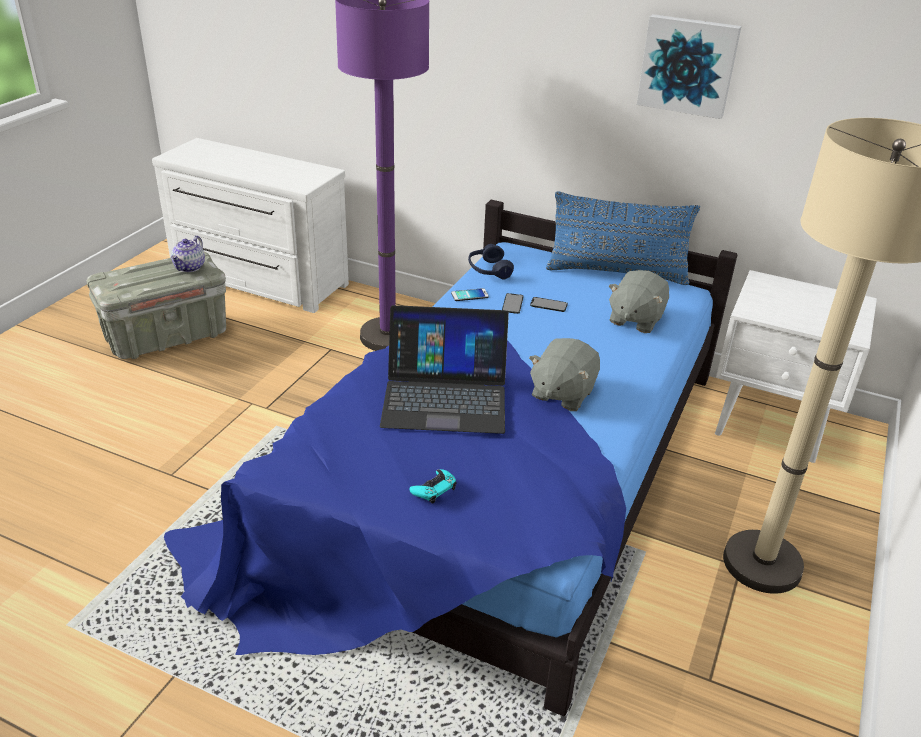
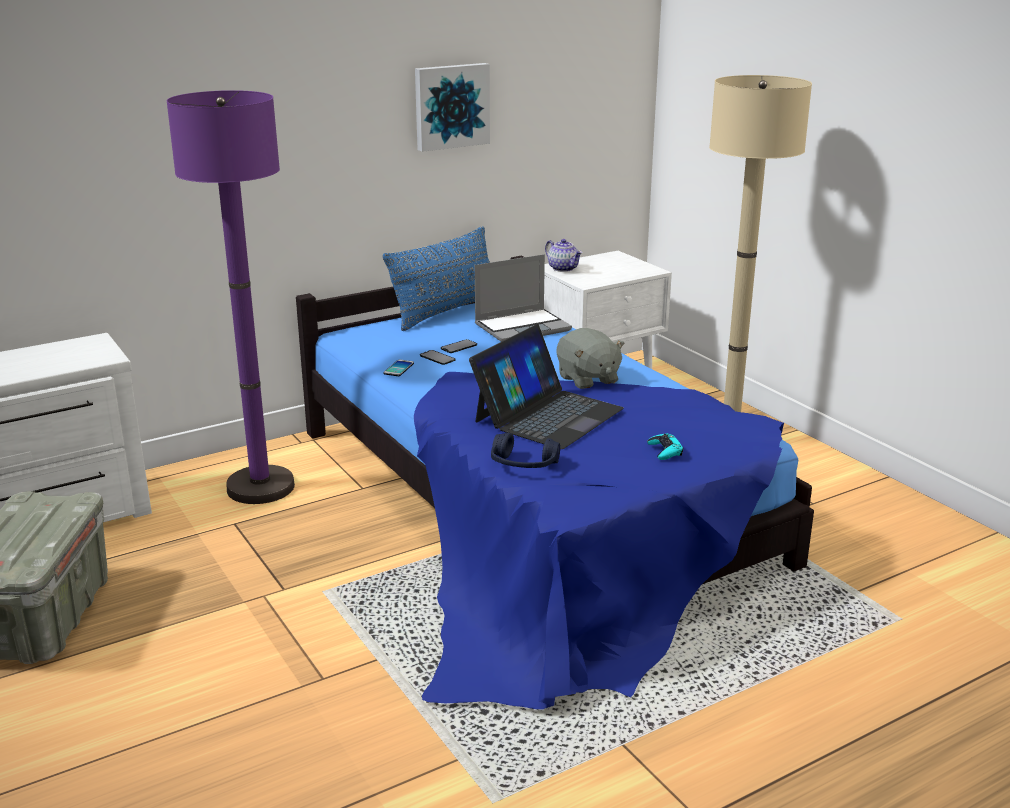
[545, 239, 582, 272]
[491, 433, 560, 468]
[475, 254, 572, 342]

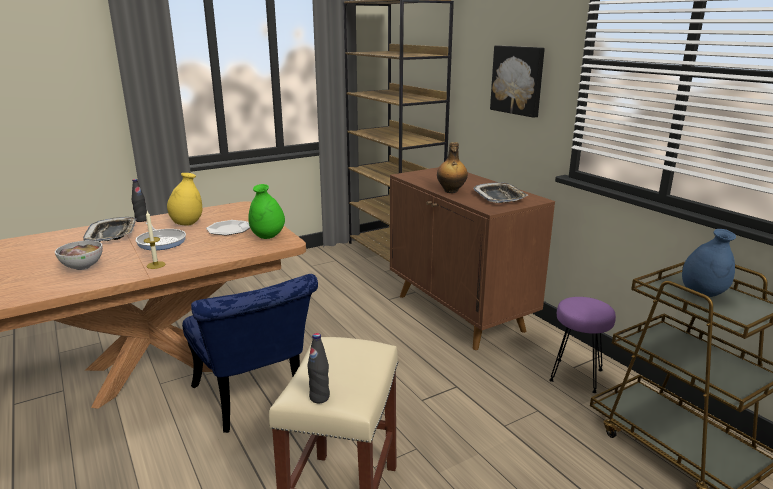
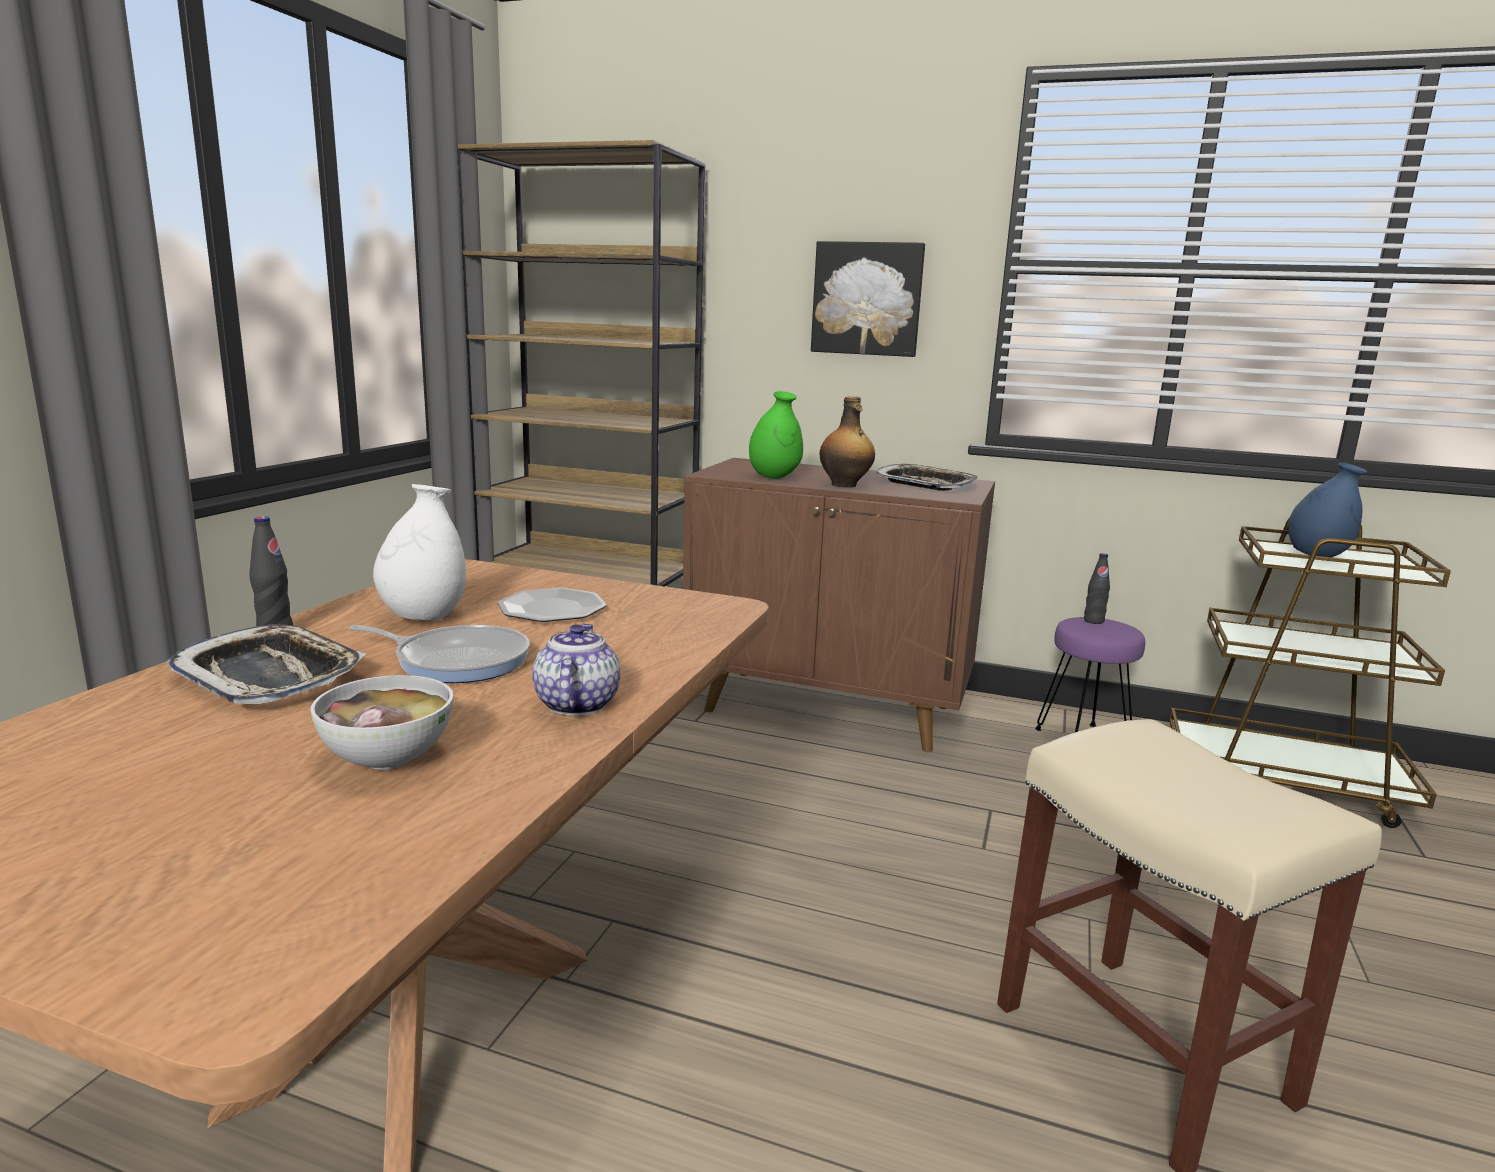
[182, 274, 318, 433] (first image)
[749, 391, 803, 479]
[1084, 553, 1110, 624]
[532, 624, 620, 716]
[373, 484, 466, 621]

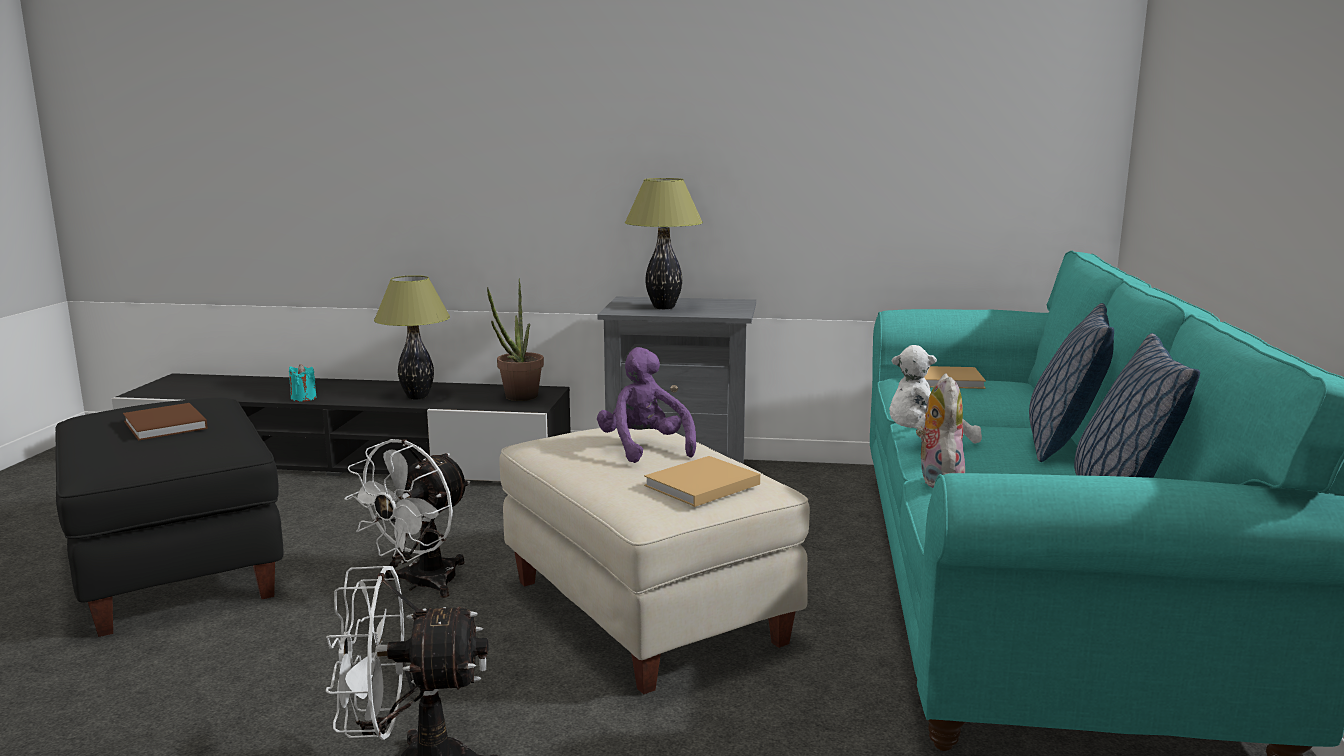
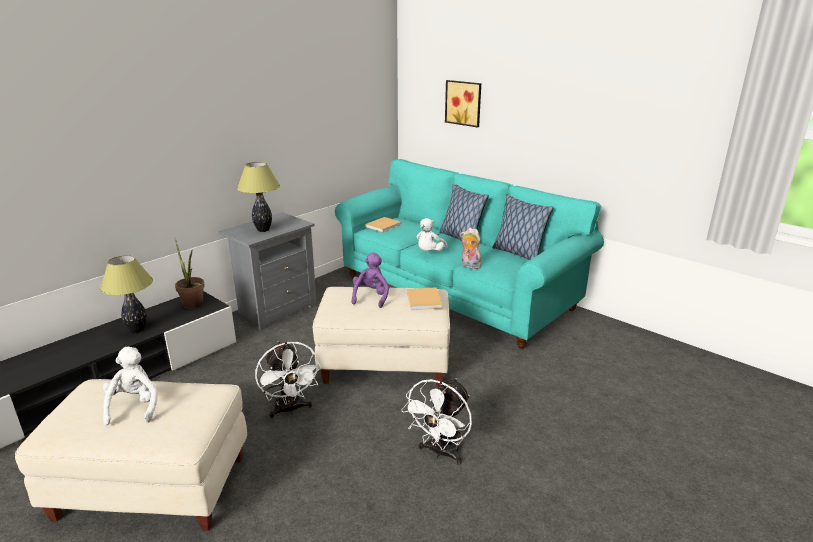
[289, 364, 317, 402] (first image)
[445, 80, 481, 128]
[103, 347, 158, 425]
[15, 379, 247, 531]
[352, 252, 389, 308]

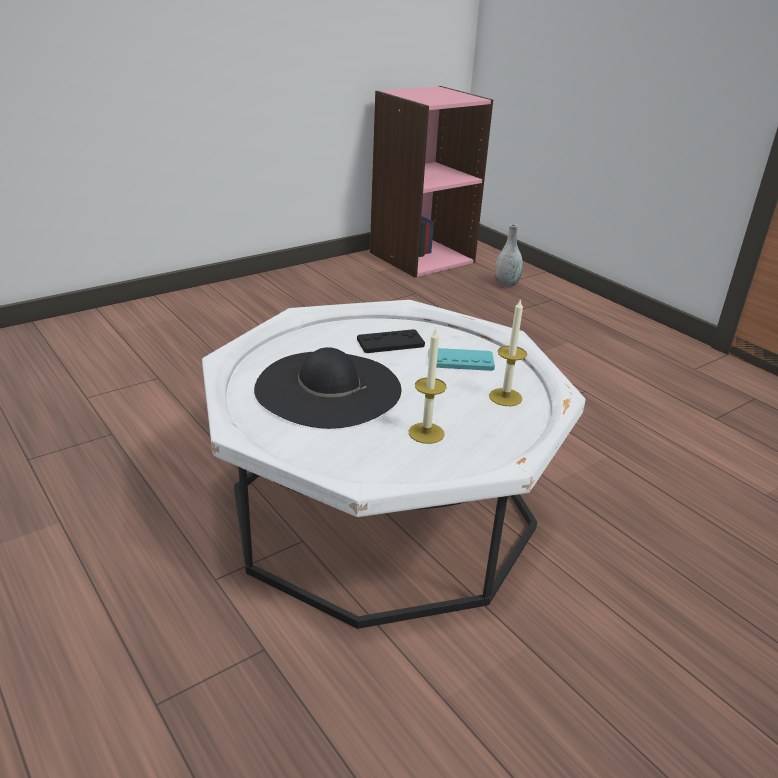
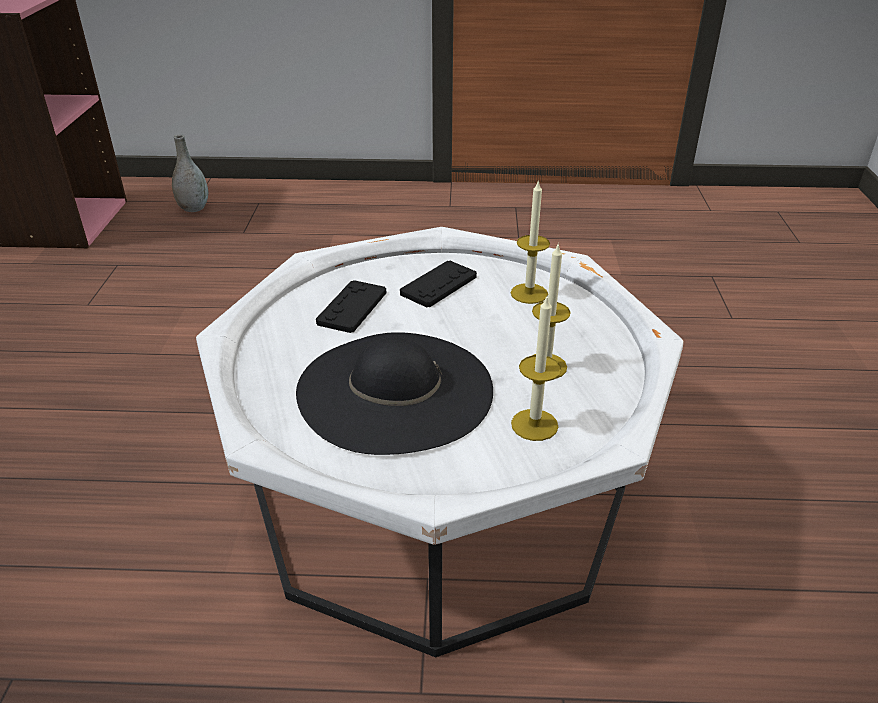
[511, 297, 562, 441]
[400, 261, 477, 308]

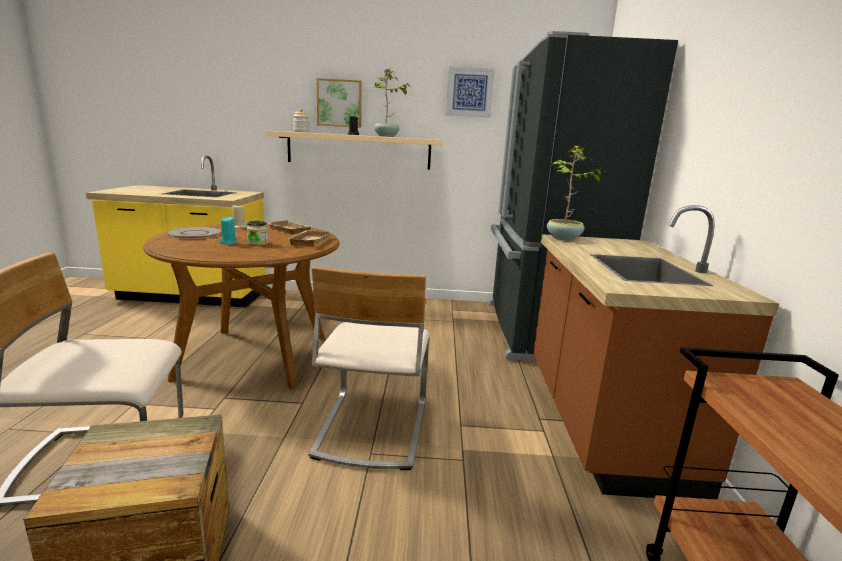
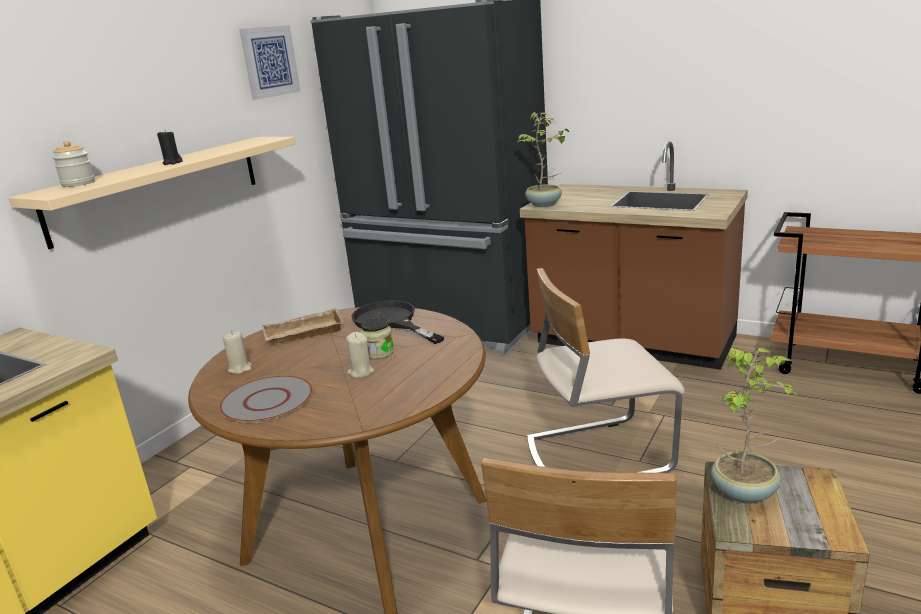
[317, 78, 362, 128] (first image)
[711, 347, 798, 504]
[351, 300, 444, 344]
[346, 332, 375, 378]
[527, 268, 685, 473]

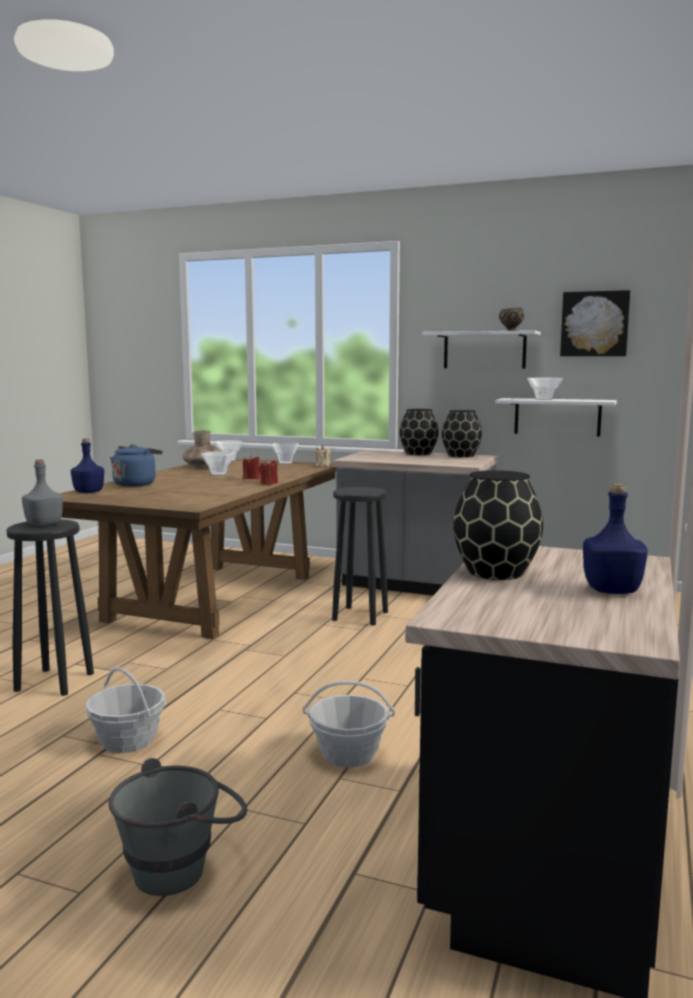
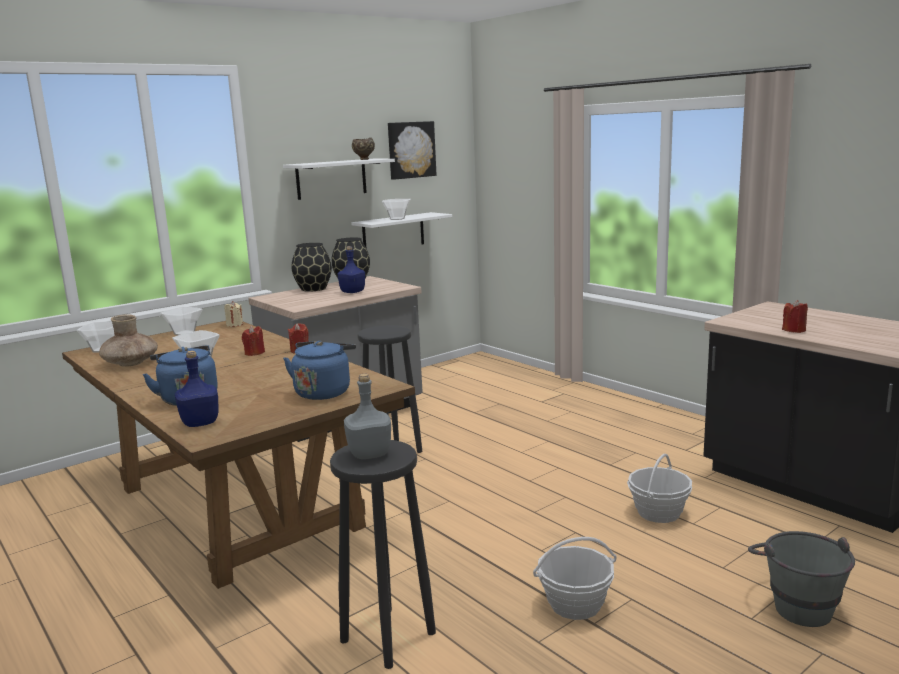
[283, 341, 356, 400]
[338, 246, 365, 293]
[782, 300, 808, 333]

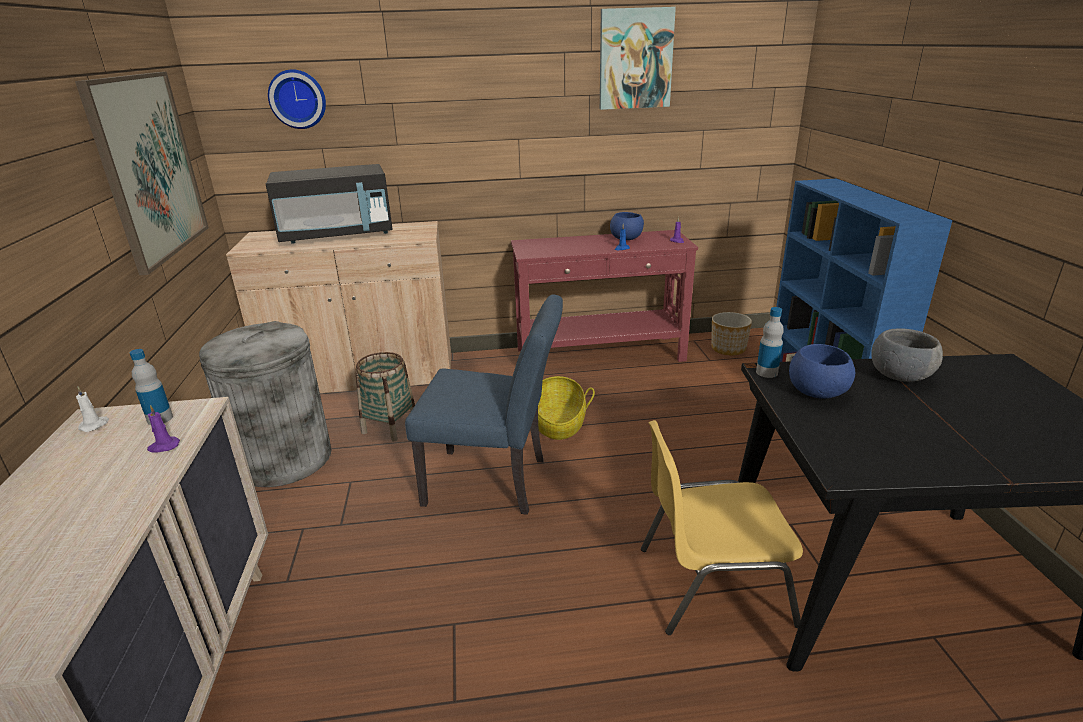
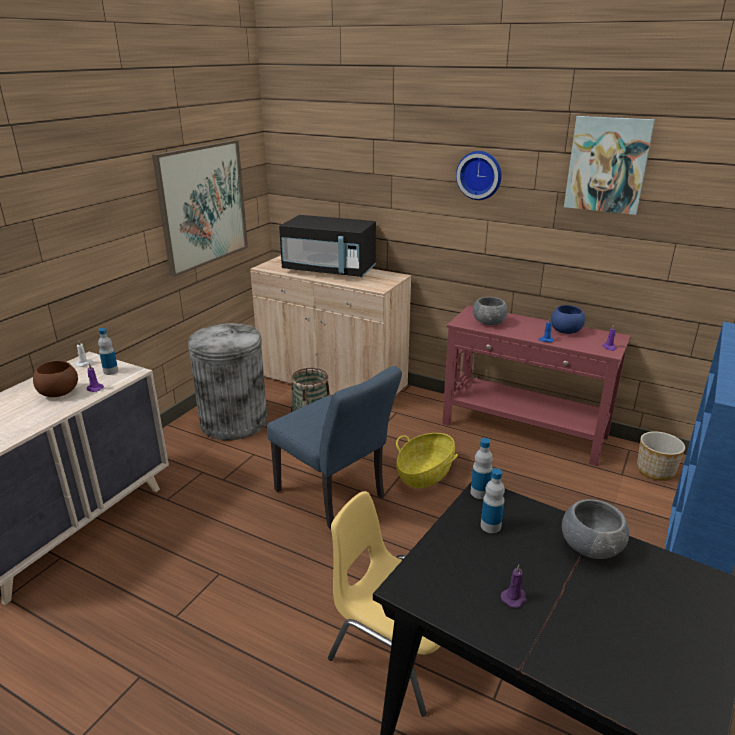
[33, 361, 78, 397]
[473, 297, 508, 325]
[501, 564, 527, 608]
[456, 151, 502, 200]
[481, 468, 505, 533]

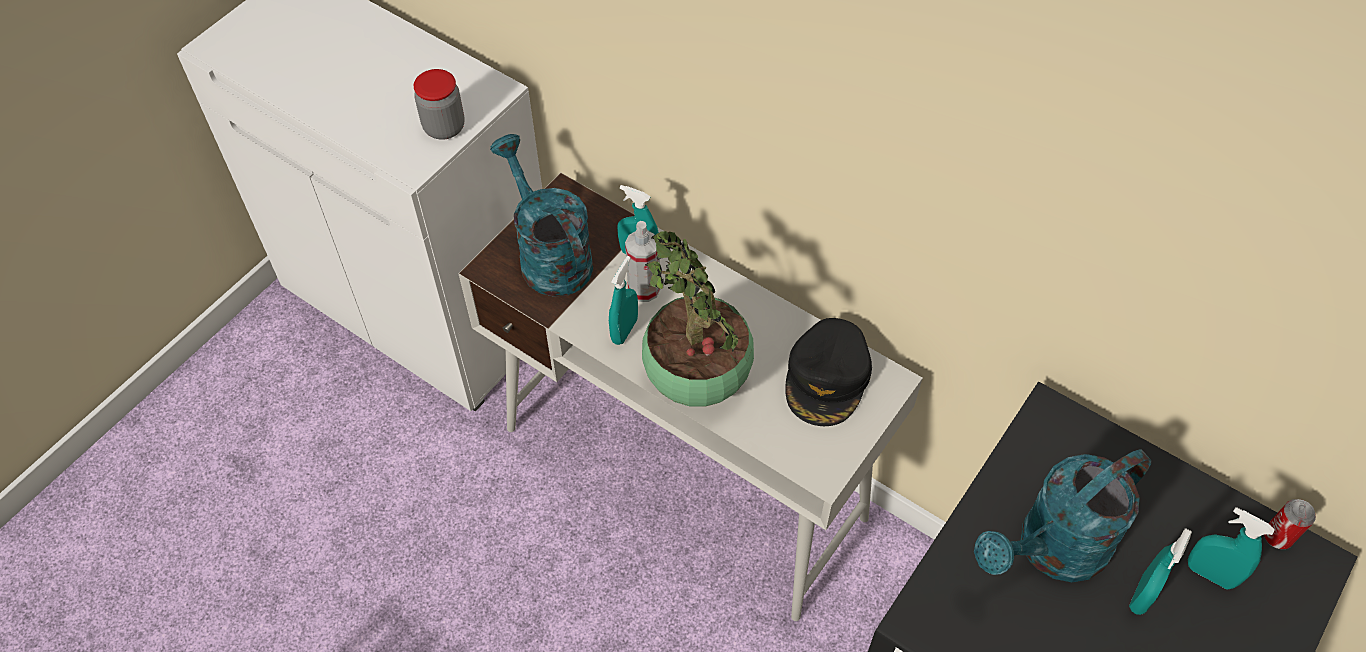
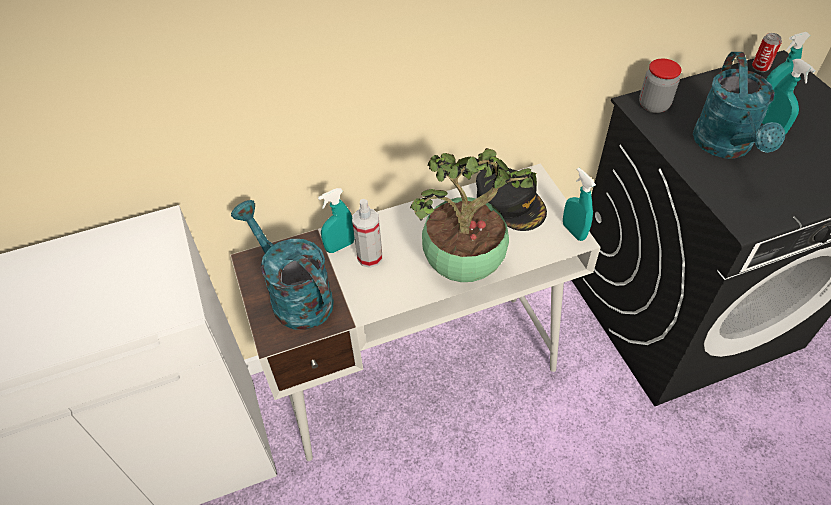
[639, 59, 682, 113]
[563, 168, 596, 241]
[231, 200, 334, 330]

